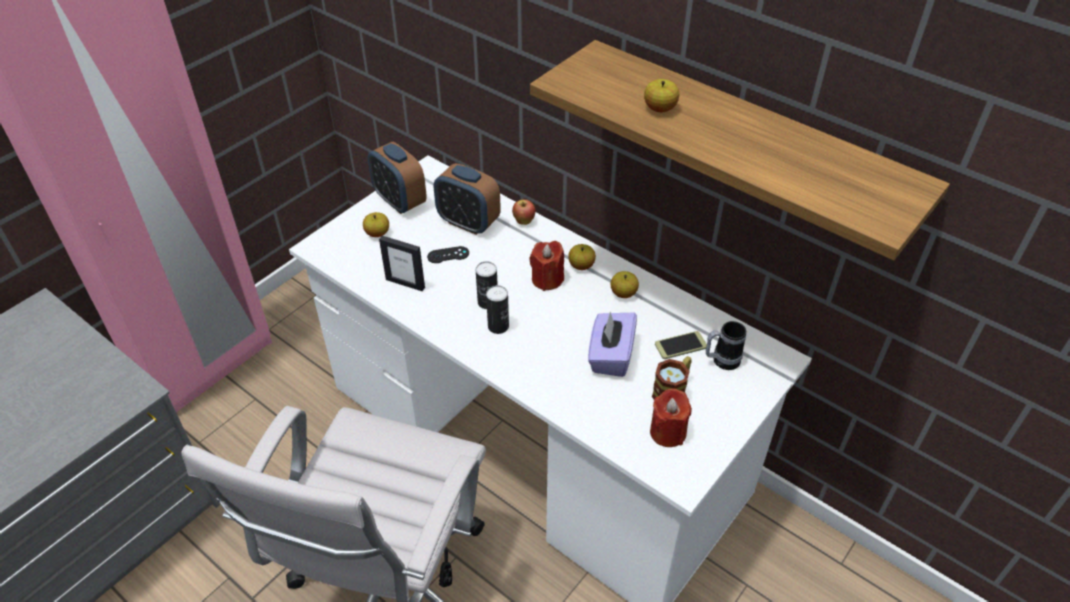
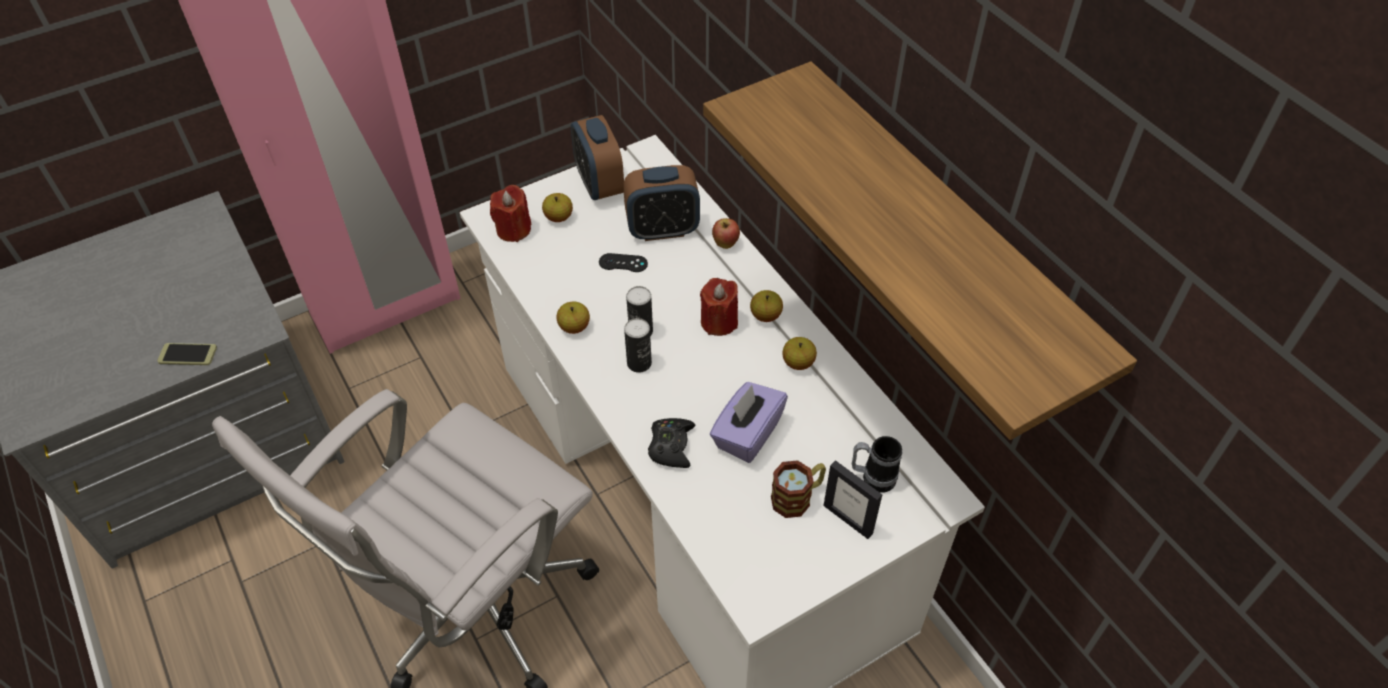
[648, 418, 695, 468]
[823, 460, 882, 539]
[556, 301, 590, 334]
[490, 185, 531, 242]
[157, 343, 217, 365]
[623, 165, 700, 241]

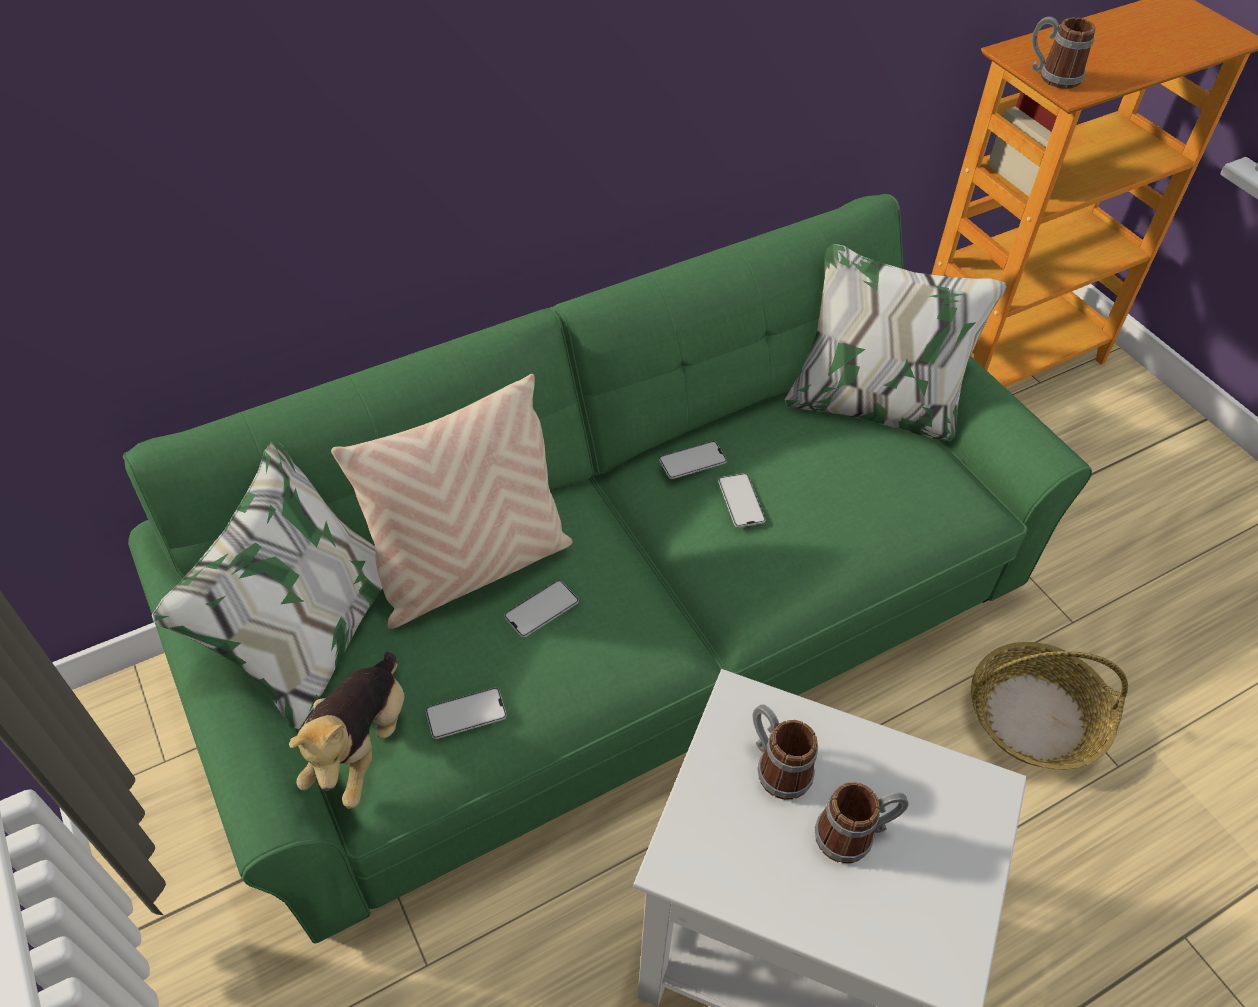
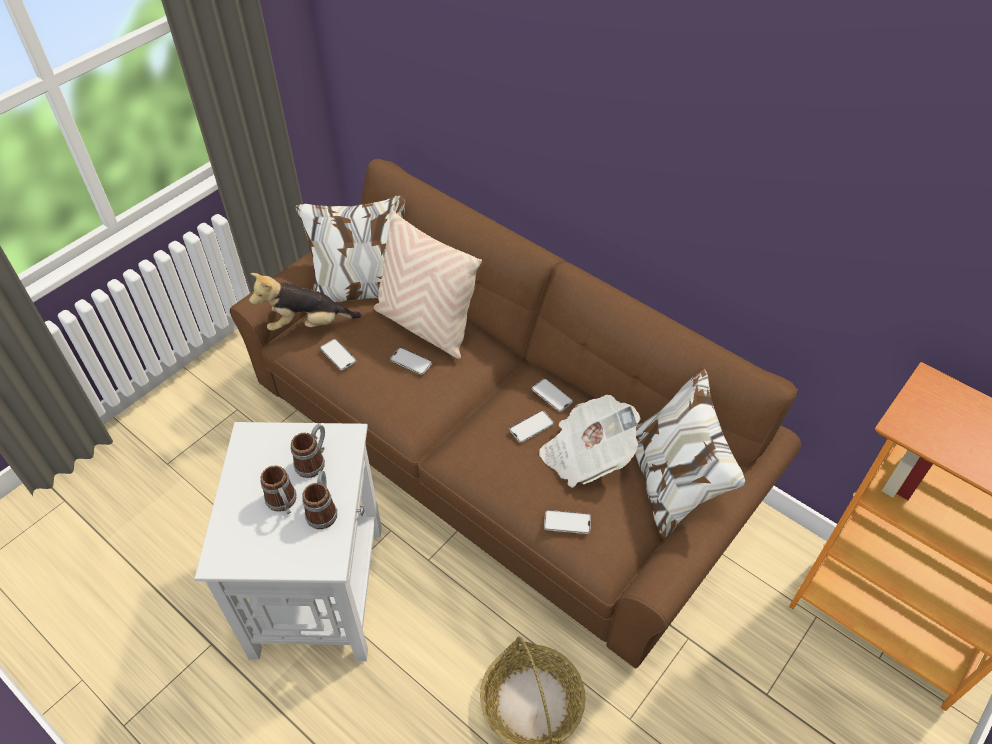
[539, 395, 641, 488]
[544, 510, 591, 534]
[302, 471, 337, 529]
[230, 159, 801, 668]

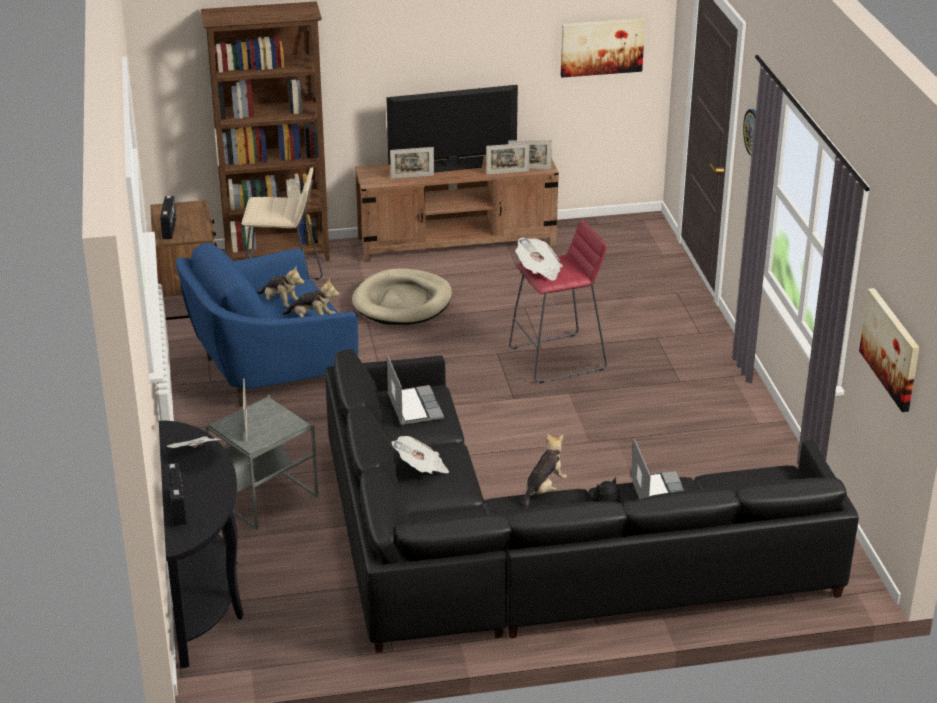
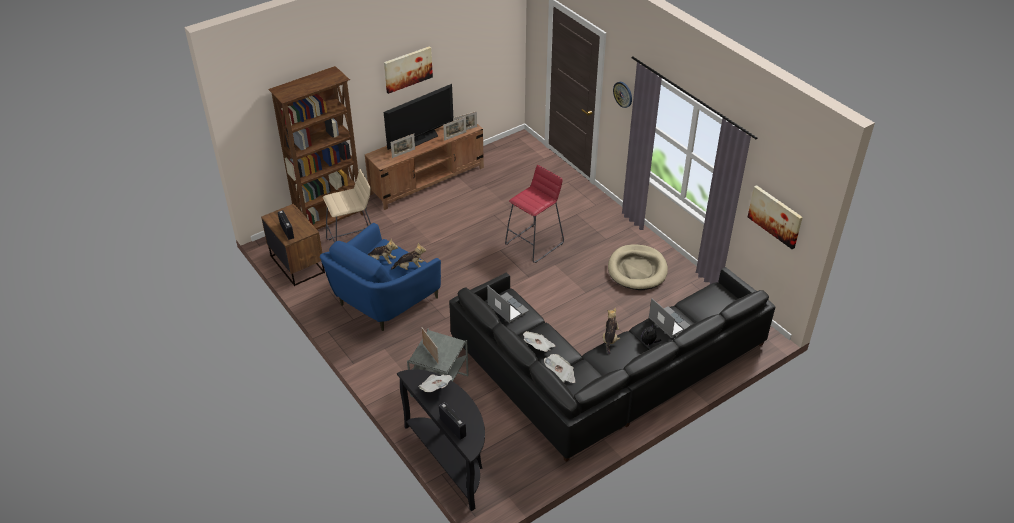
[608, 244, 668, 290]
[544, 354, 575, 383]
[384, 46, 433, 94]

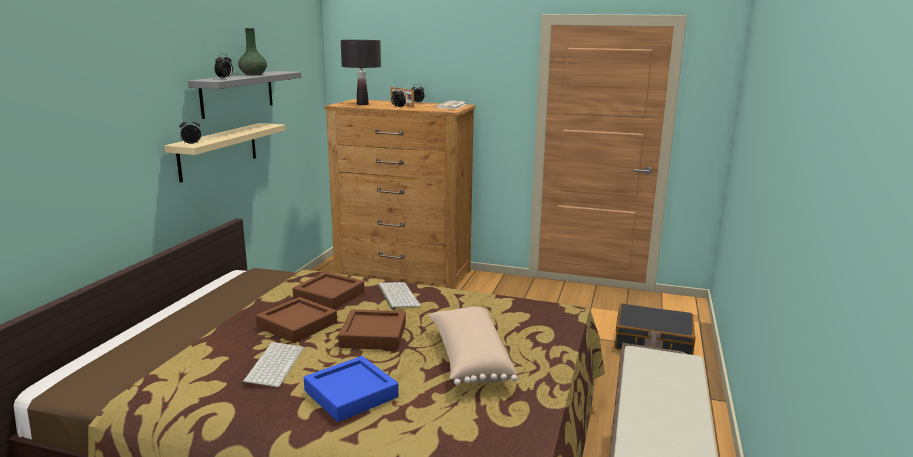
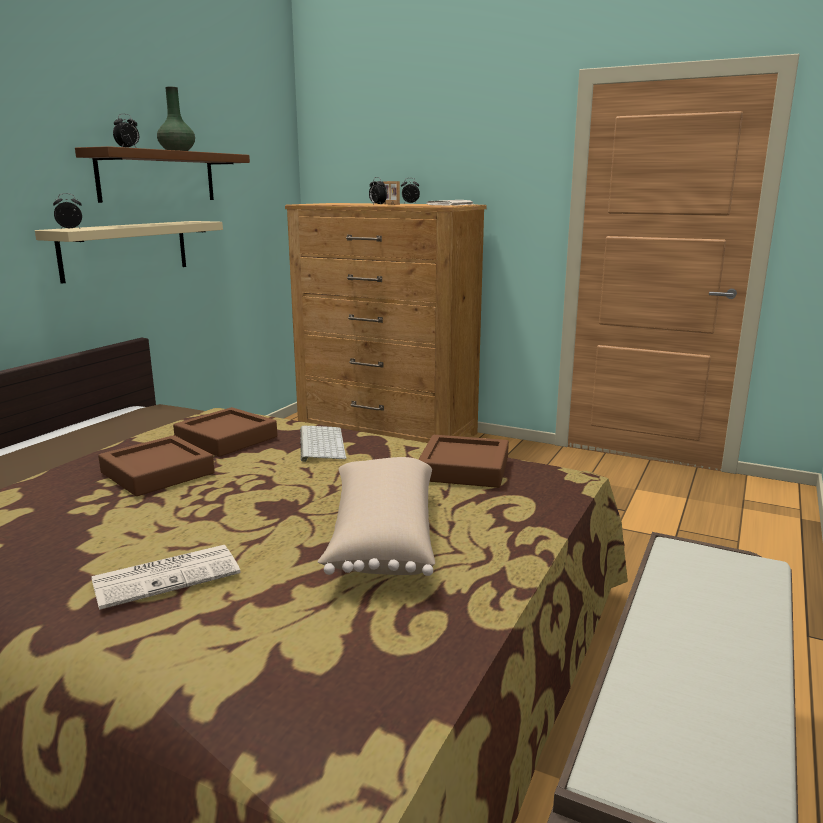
[241, 342, 304, 387] (first image)
[341, 40, 381, 105] (first image)
[615, 303, 696, 355] (first image)
[418, 435, 509, 488]
[91, 545, 241, 610]
[75, 146, 250, 203]

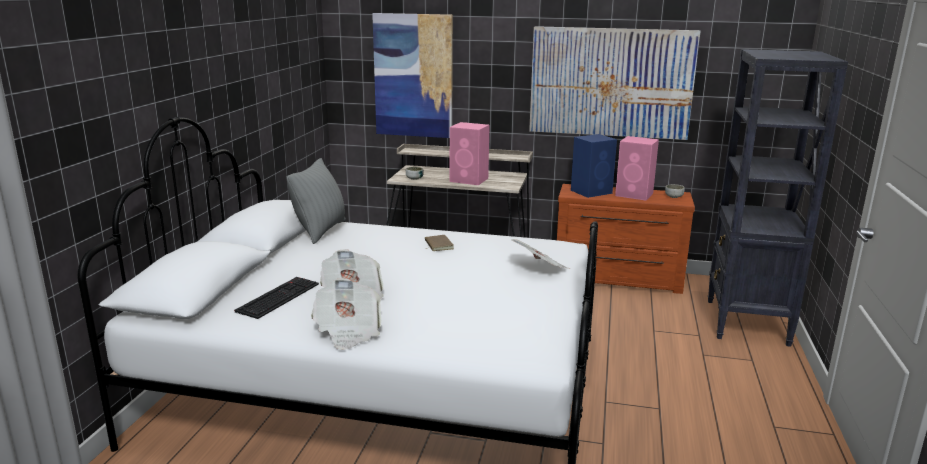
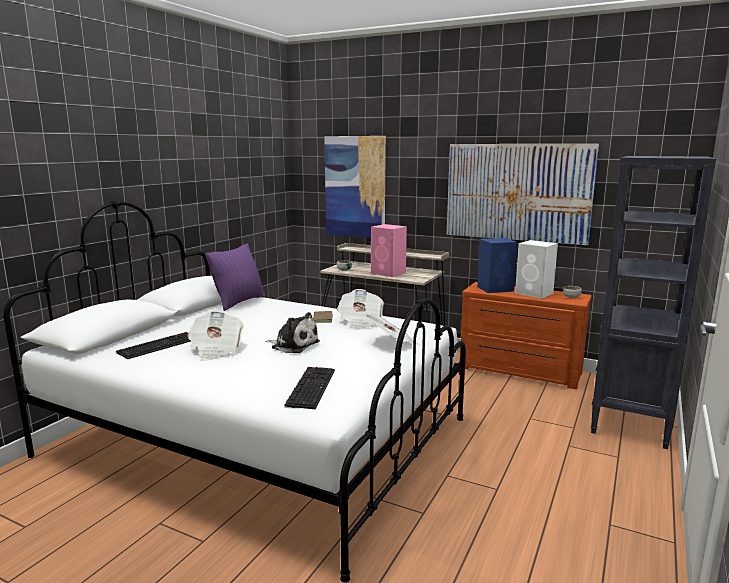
[265, 312, 320, 353]
[285, 367, 335, 409]
[337, 289, 384, 330]
[206, 244, 265, 311]
[515, 240, 558, 299]

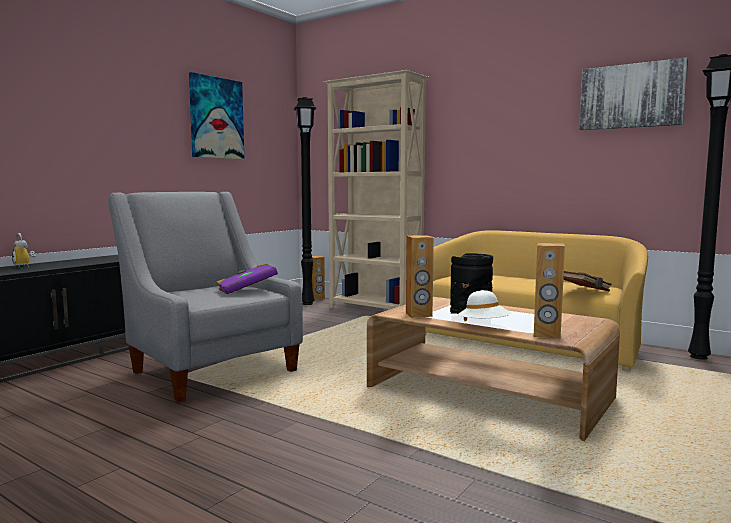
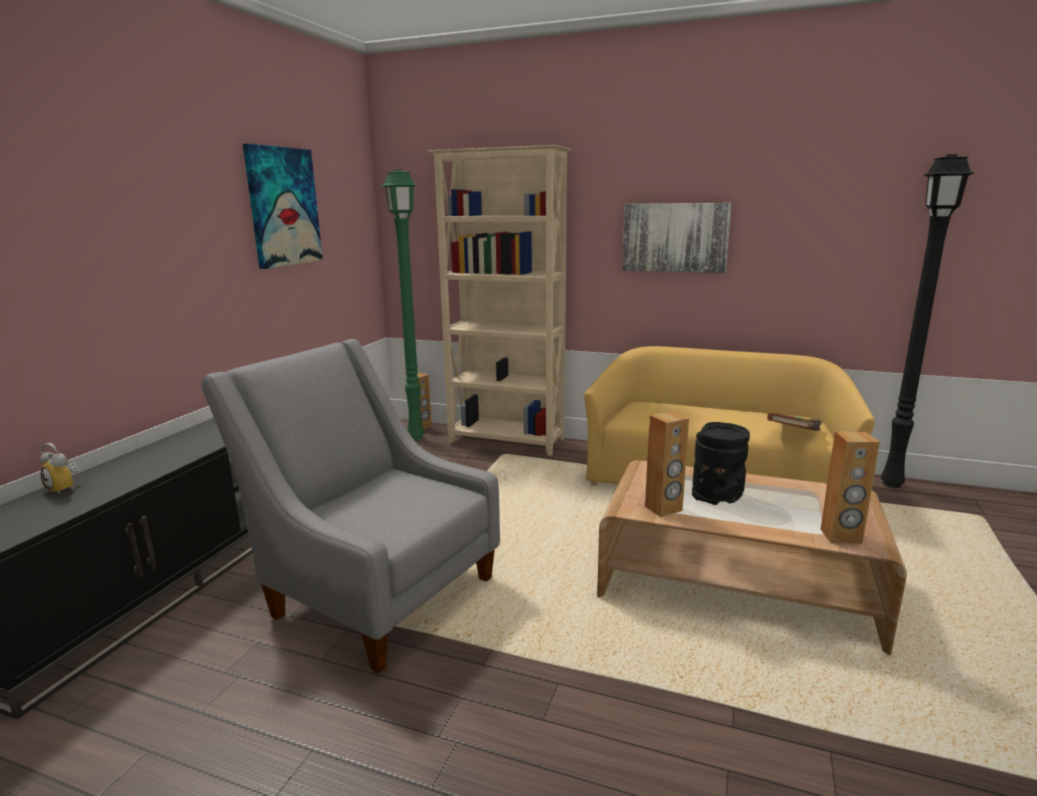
[216, 263, 278, 294] (first image)
[458, 290, 511, 321] (first image)
[622, 203, 732, 273]
[382, 170, 425, 440]

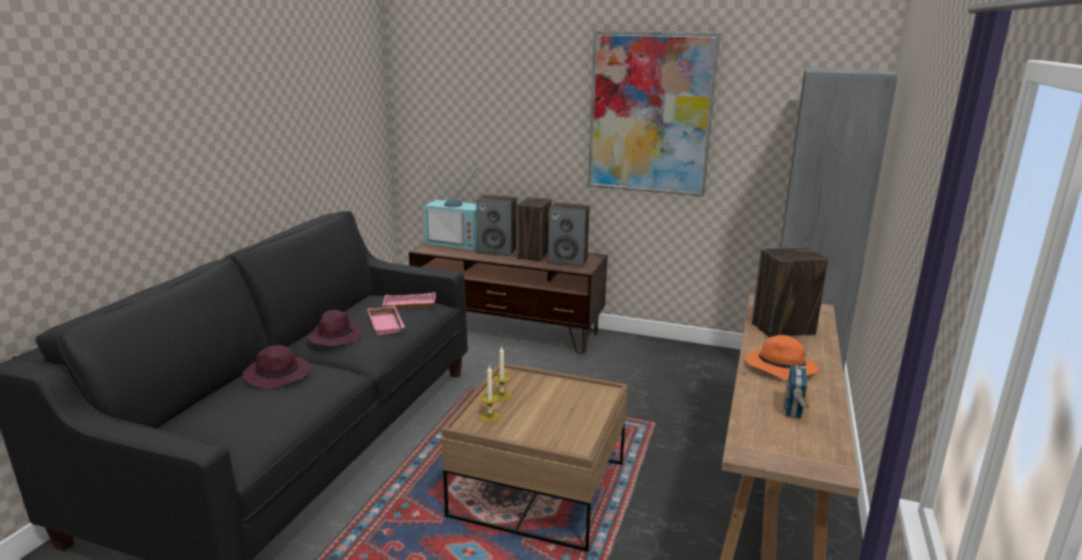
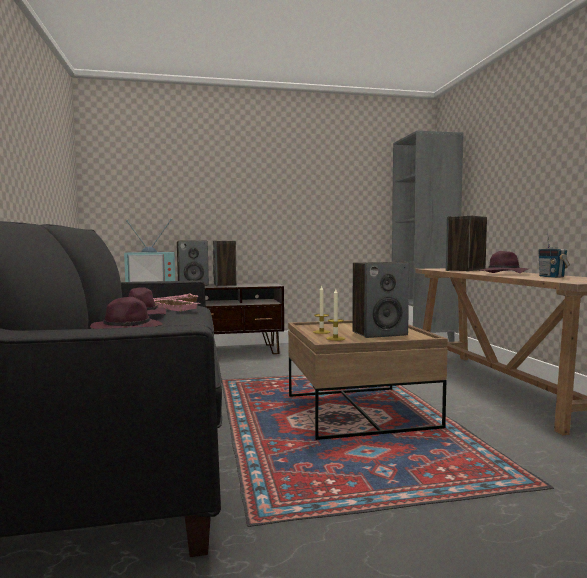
[588, 31, 720, 197] (first image)
[352, 262, 409, 338]
[479, 251, 528, 273]

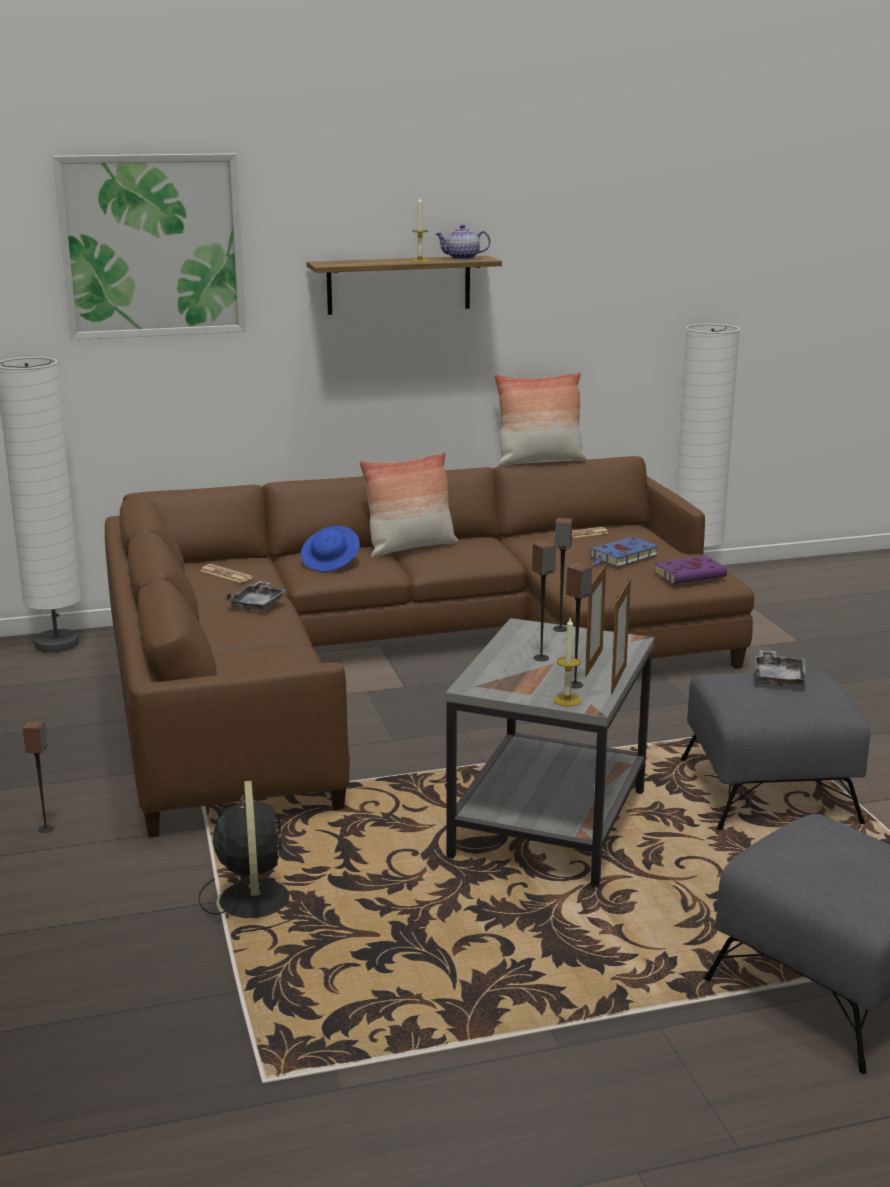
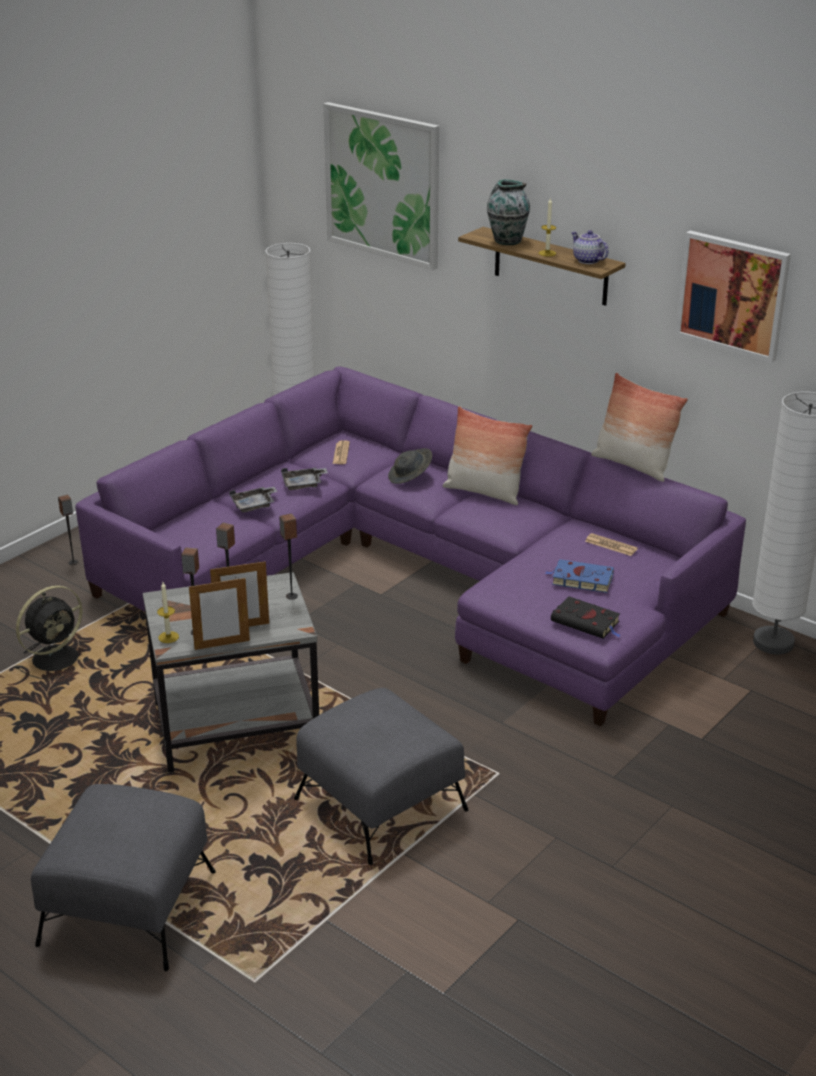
[487, 179, 530, 245]
[675, 231, 791, 362]
[229, 487, 278, 513]
[75, 366, 746, 726]
[388, 448, 432, 484]
[551, 596, 620, 638]

